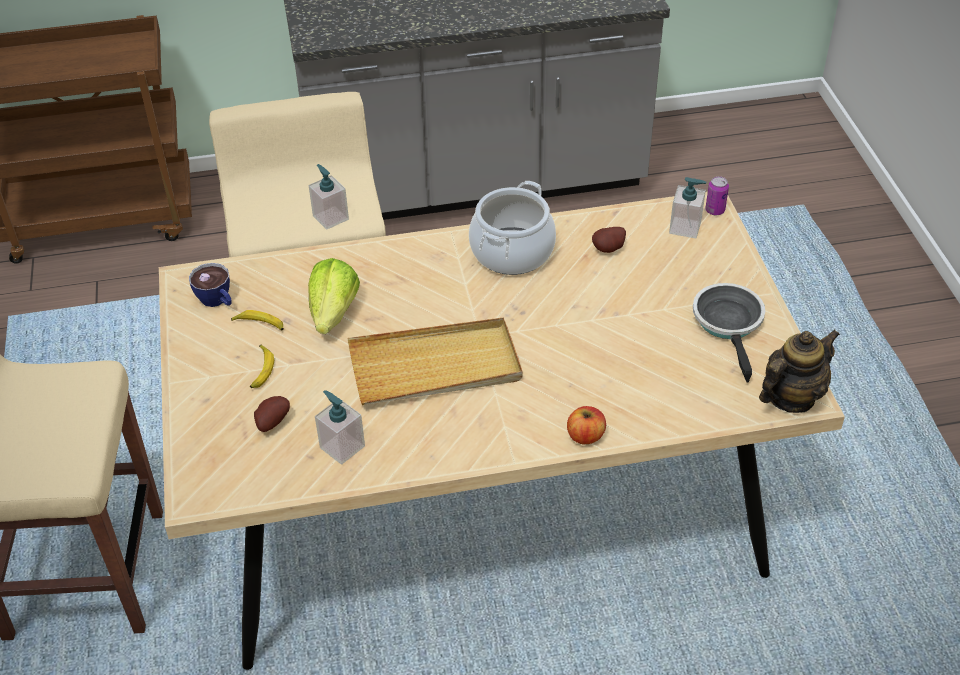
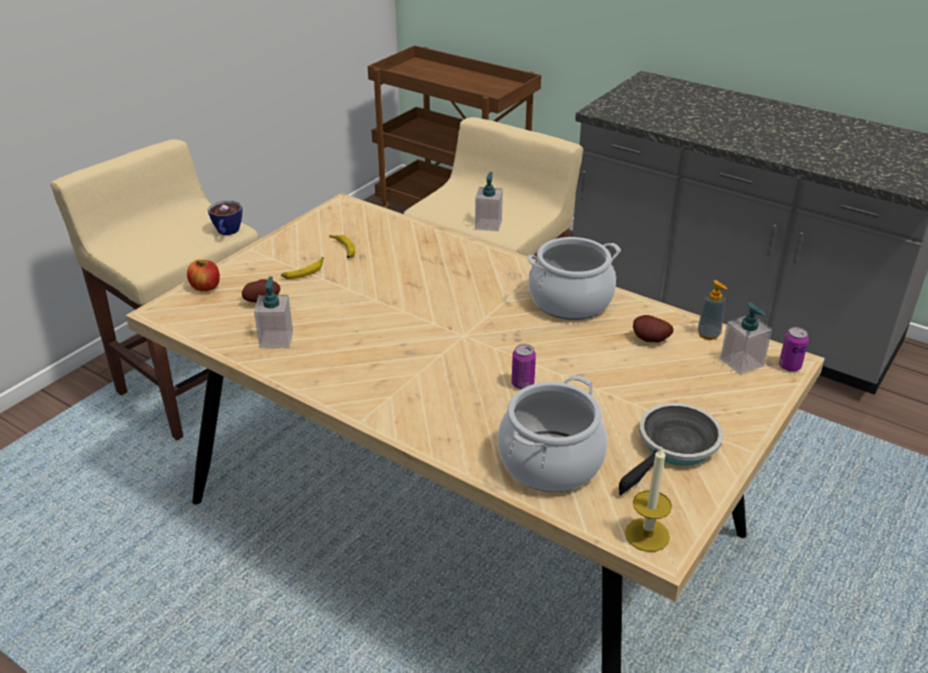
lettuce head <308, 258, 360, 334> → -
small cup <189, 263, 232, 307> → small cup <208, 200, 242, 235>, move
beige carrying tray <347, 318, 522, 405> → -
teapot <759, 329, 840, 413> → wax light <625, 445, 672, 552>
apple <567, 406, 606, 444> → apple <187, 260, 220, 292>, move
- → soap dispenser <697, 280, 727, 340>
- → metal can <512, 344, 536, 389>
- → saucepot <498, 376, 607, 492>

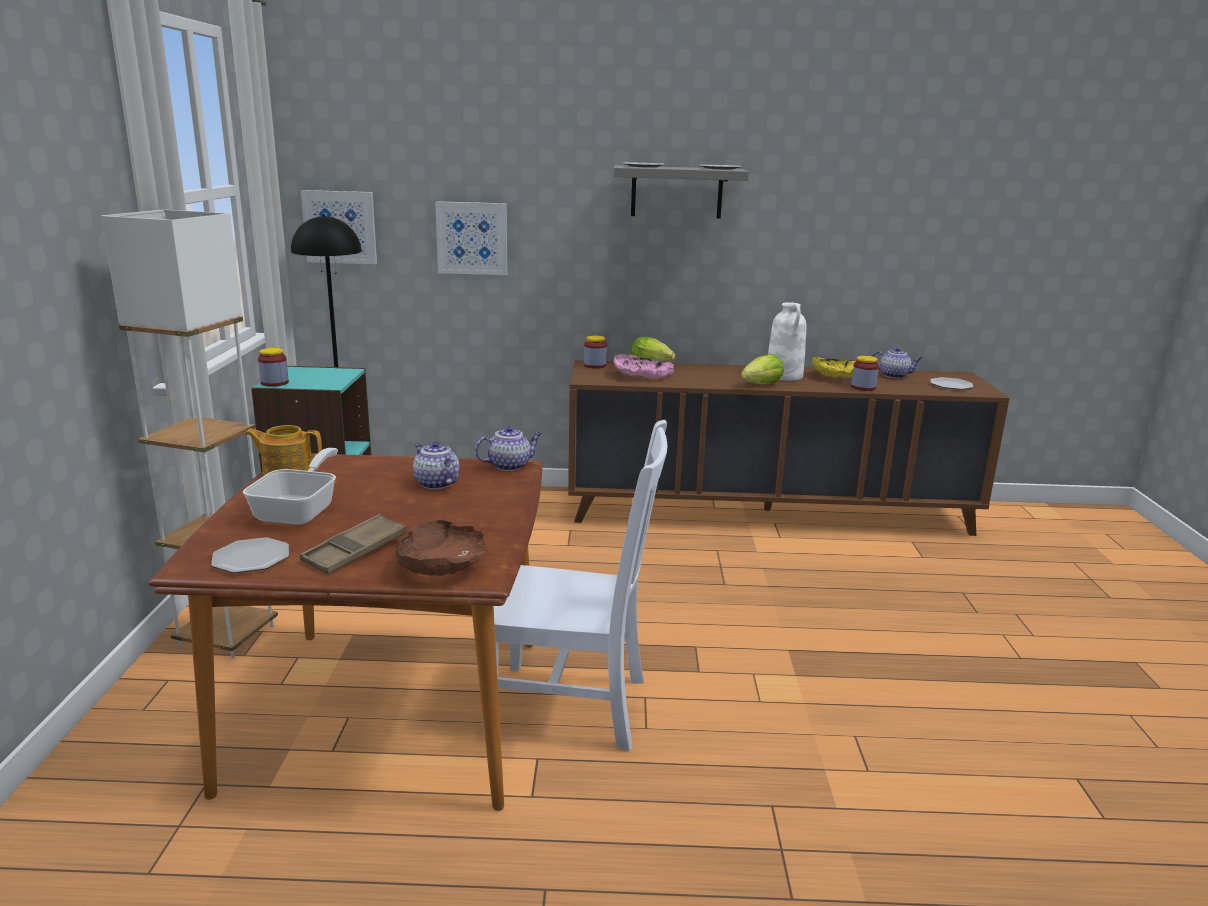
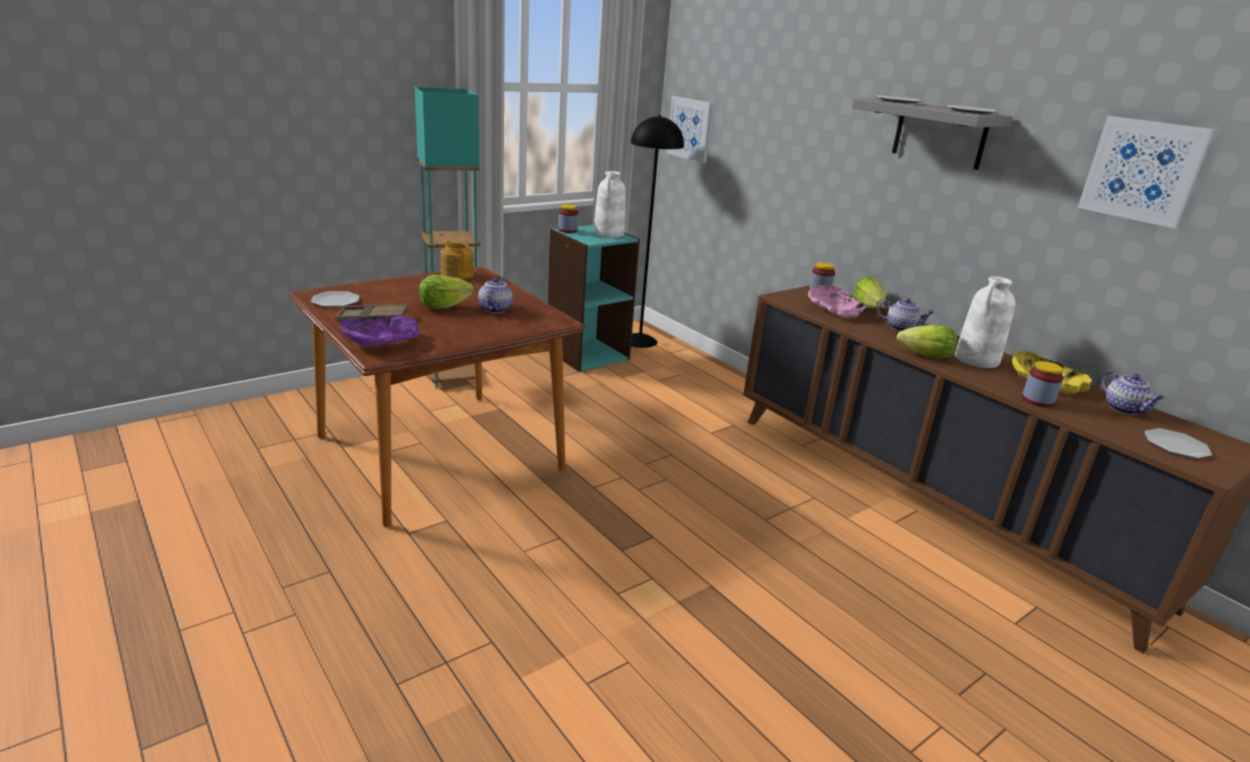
picture <435, 201, 507, 275> → picture <1078, 116, 1215, 229>, move
white standing lamp <101, 209, 278, 659> → blue-green standing lamp <415, 87, 480, 389>
white chair <483, 420, 668, 751> → -
teapot <475, 426, 542, 471> → teapot <877, 298, 934, 331>, move
frying pan <243, 448, 338, 525> → -
brownish serving bowl <394, 520, 488, 576> → purple-coloured serving bowl <340, 316, 420, 346>
- → white decorative vase <594, 171, 626, 238>
- → lettuce head <419, 275, 474, 309>

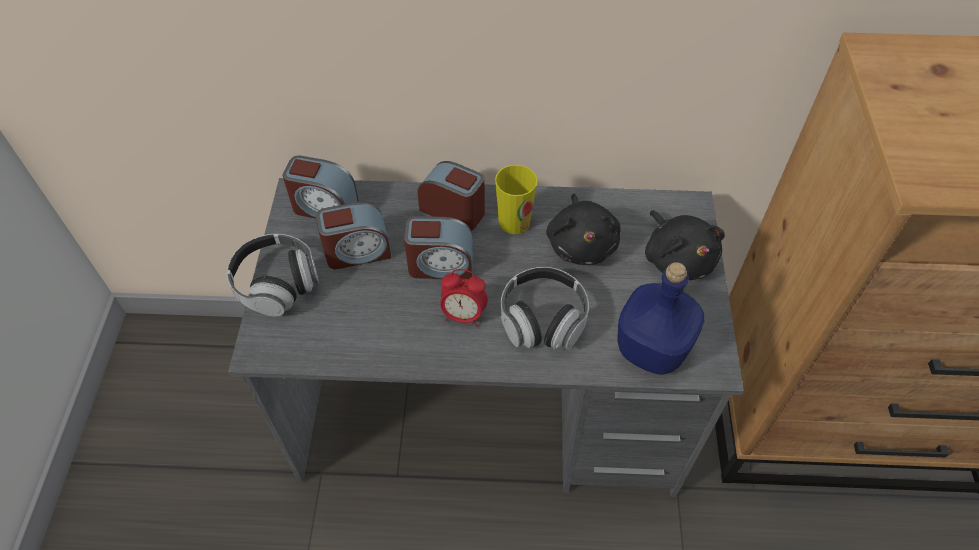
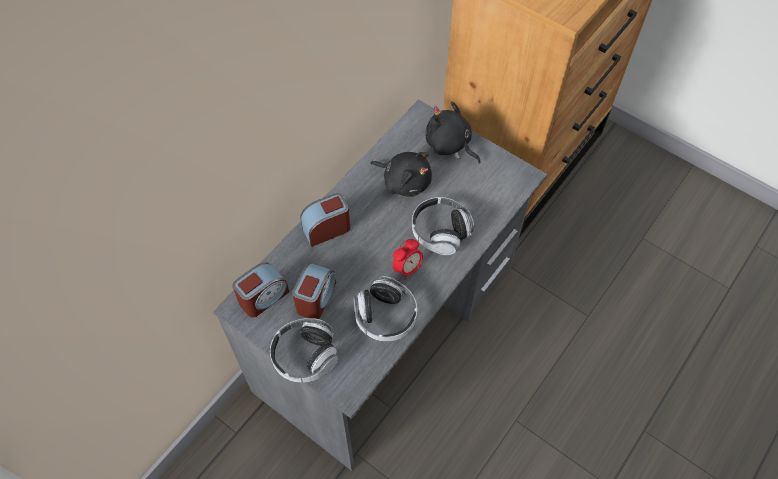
small cup <495, 165, 537, 234> → -
blackish soft toy <645, 210, 725, 280> → blackish soft toy <426, 101, 481, 163>, 150 degrees counterclockwise
bedside clock <404, 216, 473, 279> → -
bluish beverage bottle <617, 262, 705, 375> → -
- → headset <353, 276, 417, 342>

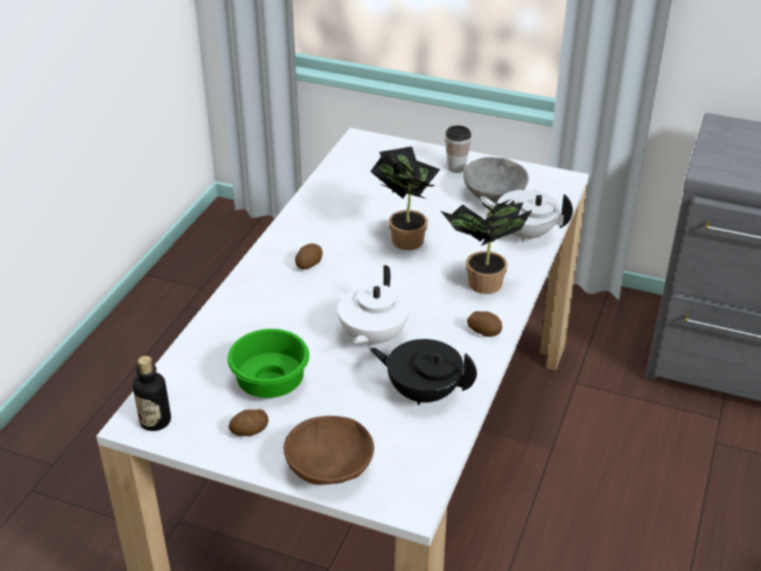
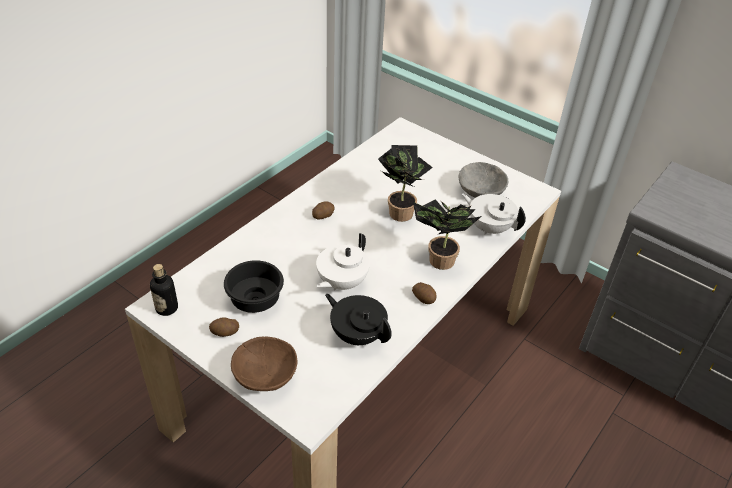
small cup <445, 125, 471, 173> → -
green serving bowl <228, 329, 309, 398> → blackish serving bowl <224, 260, 284, 313>

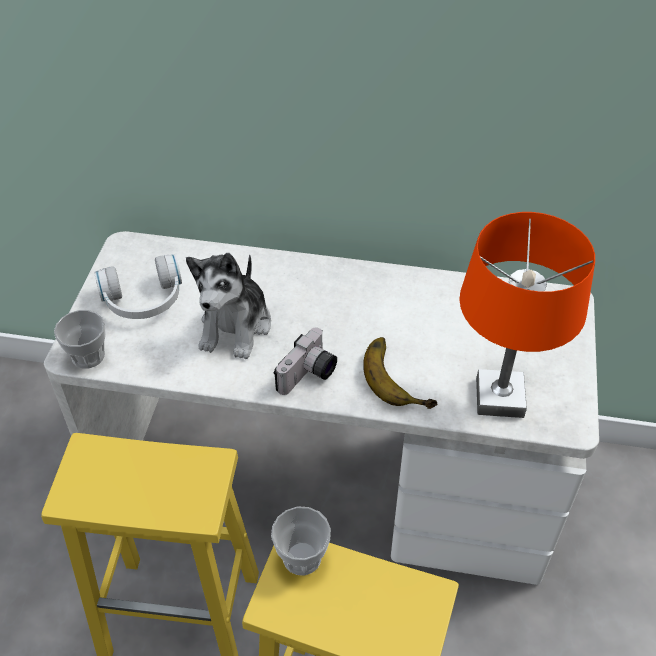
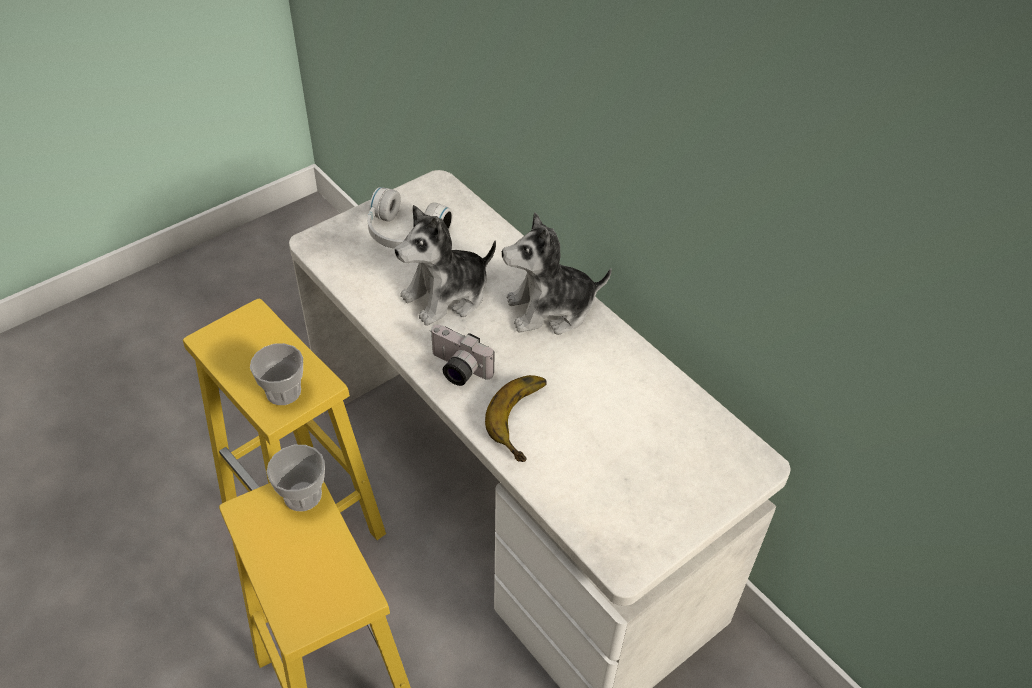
orange lamp for a table <459, 212, 595, 418> → -
small cup <54, 310, 106, 369> → small cup <250, 343, 303, 405>, move
photo camera <274, 327, 337, 395> → photo camera <431, 324, 494, 386>, 45 degrees clockwise
- → soft toy <502, 213, 612, 335>

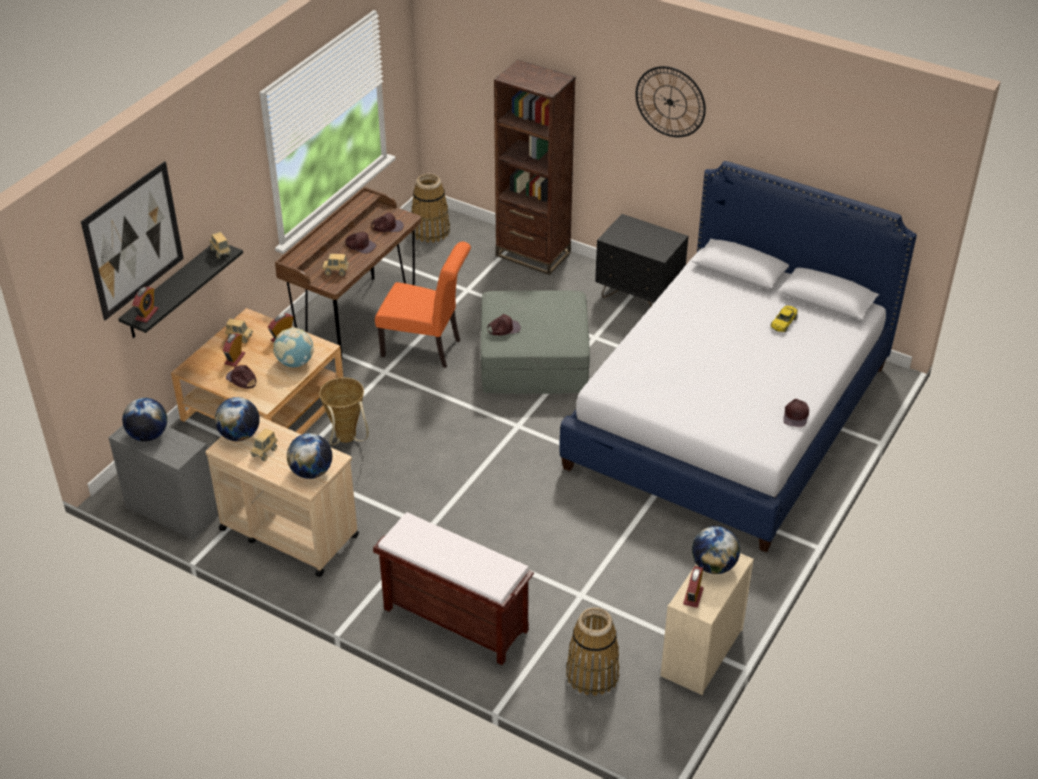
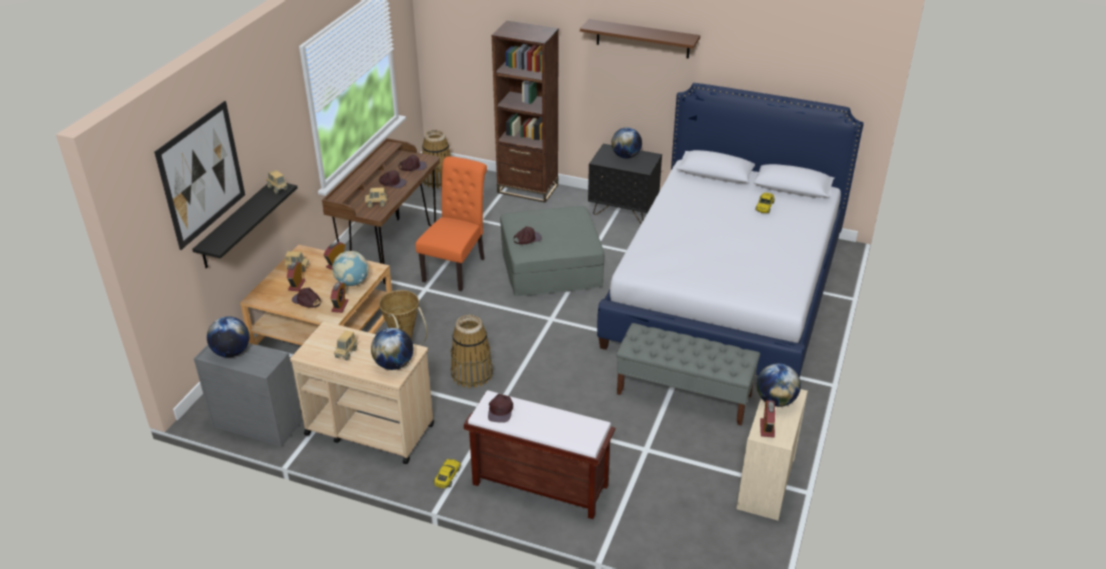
hanging clock <635, 66, 706, 137> → brownish bracket shelf <580, 19, 700, 59>
orange chair <375, 242, 471, 368> → orange chair <415, 156, 487, 291>, 75 degrees counterclockwise
bedside clock <132, 287, 158, 323> → bedside clock <330, 282, 349, 313>, move
desk globe <215, 397, 260, 441> → desk globe <611, 127, 642, 159>, move
brownish baseball cap <783, 399, 809, 427> → brownish baseball cap <488, 394, 513, 423>, move
basket <566, 607, 620, 696> → basket <451, 315, 493, 388>, move
- → greyish indoor bench <616, 323, 760, 426>
- → yellow-coloured toy car <434, 459, 461, 488>

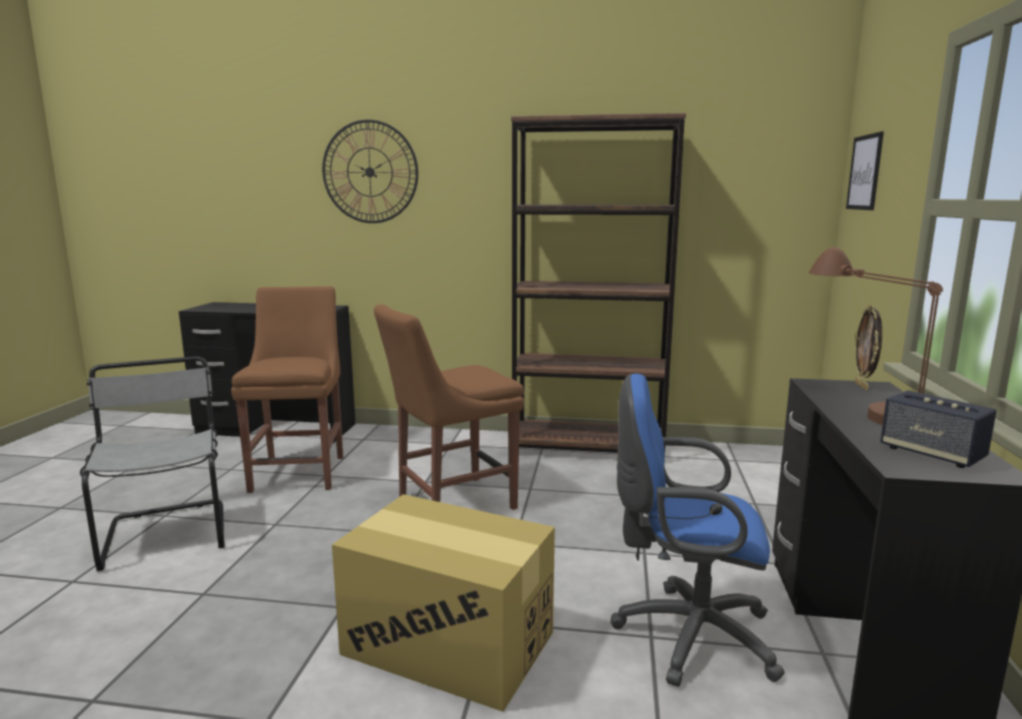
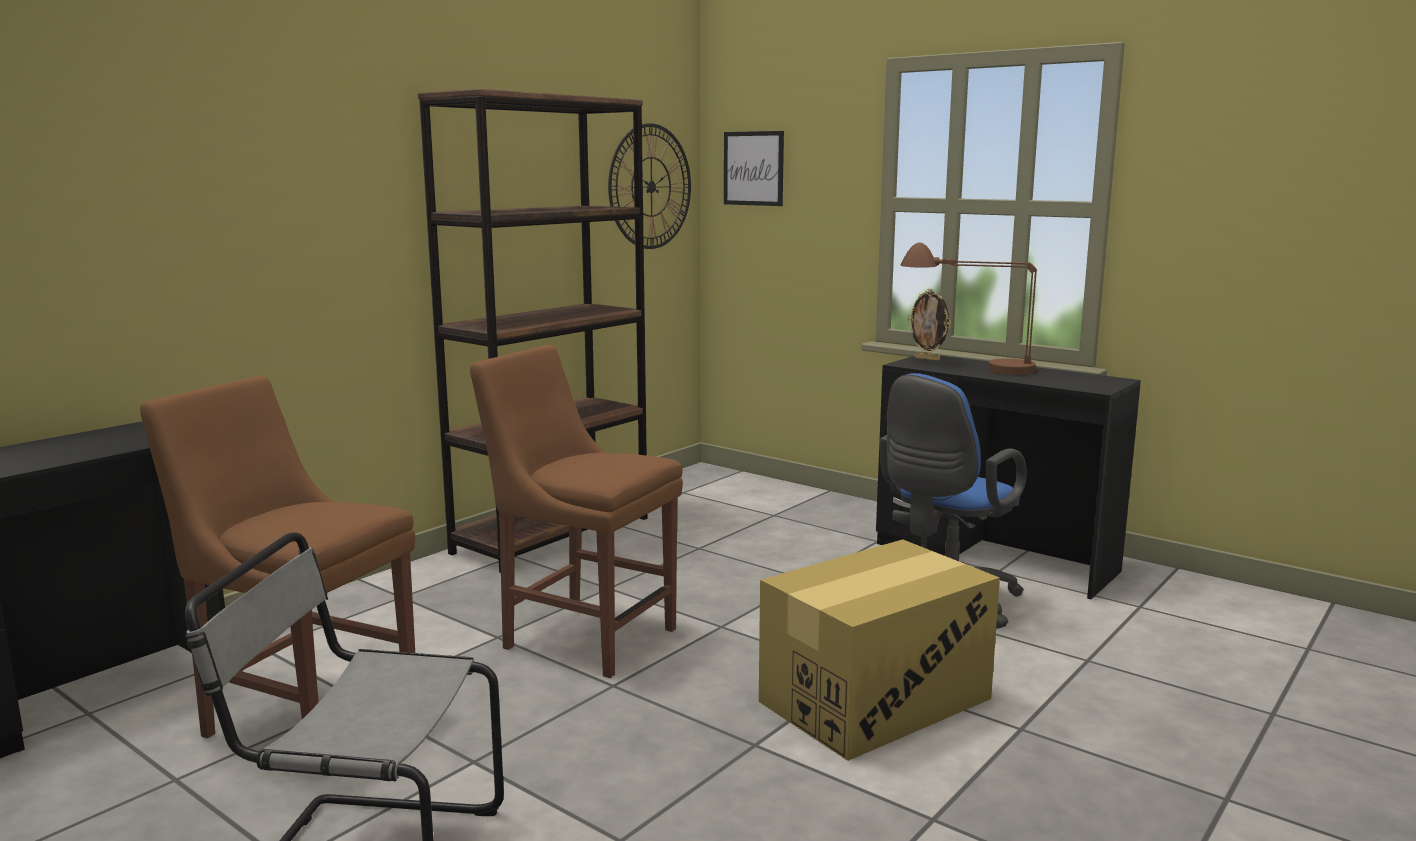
hanging clock <322, 120, 418, 223> → hanging clock <608, 123, 691, 249>, move
brownish chair <374, 304, 524, 510> → brownish chair <470, 345, 683, 678>, 120 degrees clockwise
speaker <880, 390, 997, 468> → -

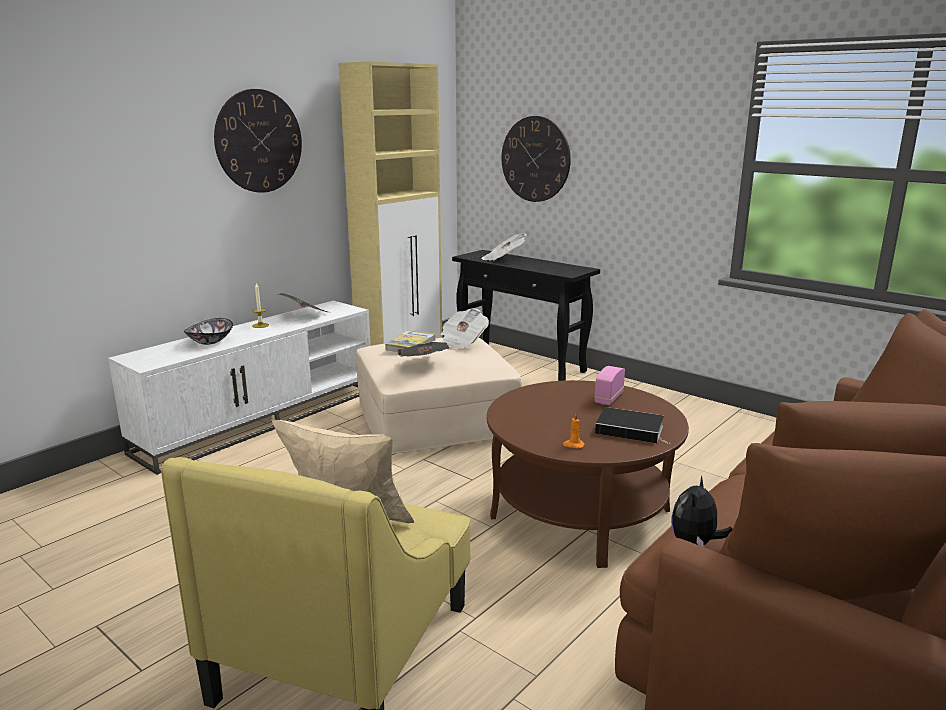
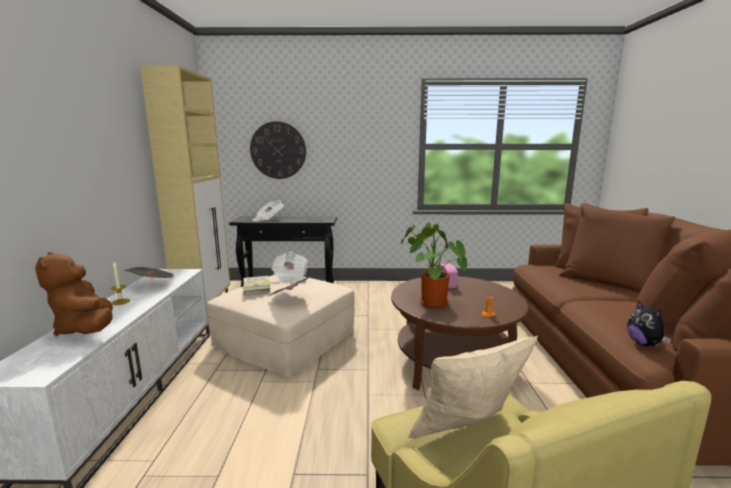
hanging clock <214, 89, 302, 193> → -
serving bowl <184, 318, 233, 345> → brownish soft toy <35, 252, 113, 336>
bound book <595, 407, 669, 444> → -
- → plant in a pot <401, 223, 467, 308>

